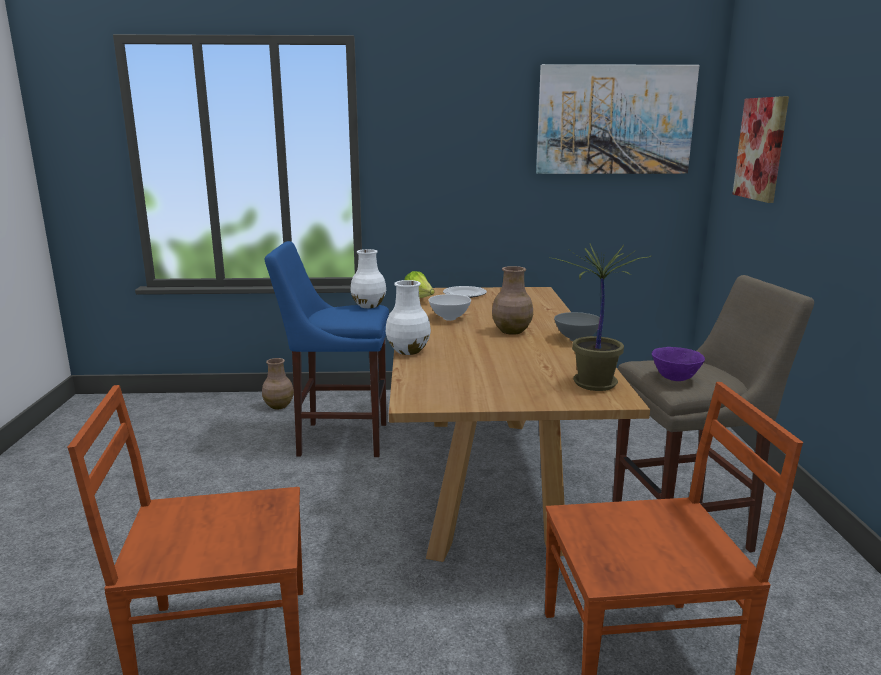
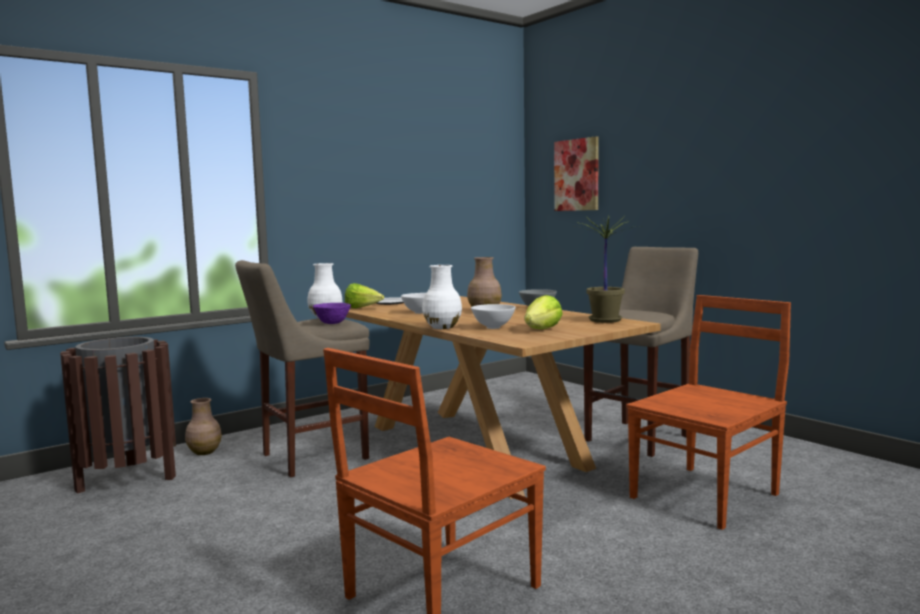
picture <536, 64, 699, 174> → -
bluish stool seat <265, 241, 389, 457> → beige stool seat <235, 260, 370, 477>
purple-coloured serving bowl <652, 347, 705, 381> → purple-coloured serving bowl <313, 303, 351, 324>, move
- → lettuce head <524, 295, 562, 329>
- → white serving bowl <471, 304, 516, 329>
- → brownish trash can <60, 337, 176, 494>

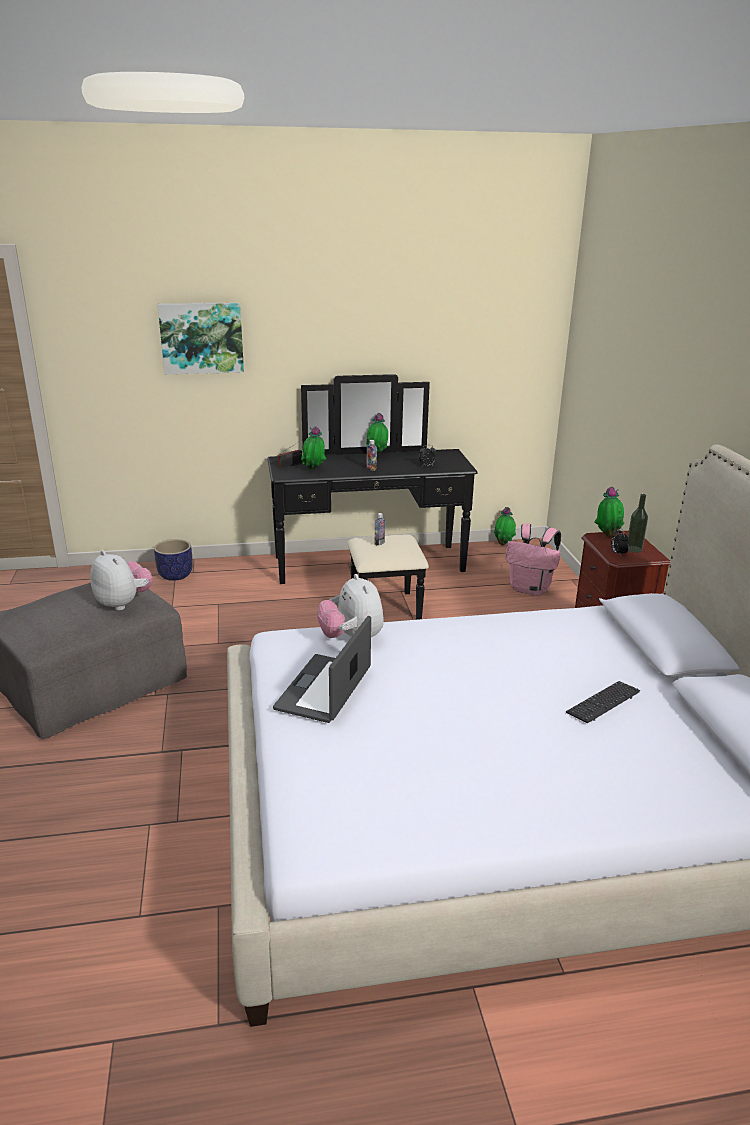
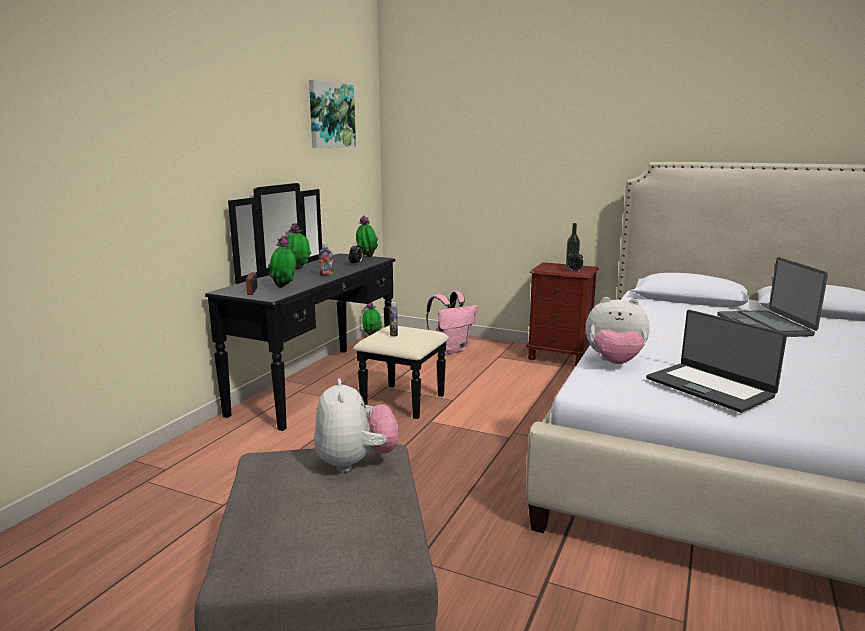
picture <158, 303, 244, 374> → picture <309, 80, 356, 148>, move
plant in a pot <595, 487, 624, 537> → plant in a pot <356, 215, 378, 257>, move
plant pot <154, 539, 193, 581> → -
soft toy <90, 550, 153, 611> → soft toy <314, 378, 399, 472>, 90 degrees clockwise
keyboard <566, 681, 640, 723> → notebook computer <717, 257, 828, 337>

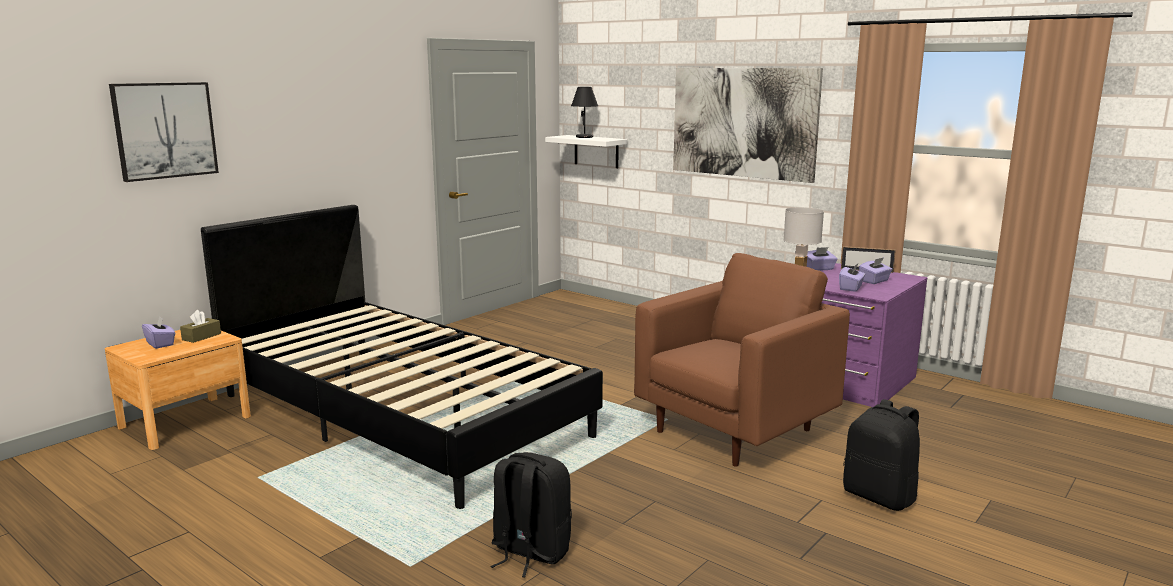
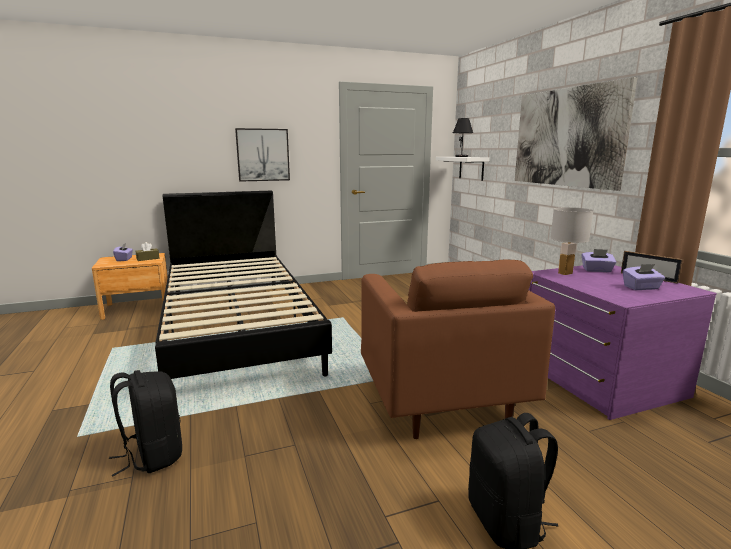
picture <109, 82, 219, 182> → picture <235, 128, 290, 182>, move
brownish armchair <634, 253, 850, 467> → brownish armchair <361, 260, 555, 439>, 90 degrees clockwise
purple-coloured tissue box <839, 263, 865, 292> → -

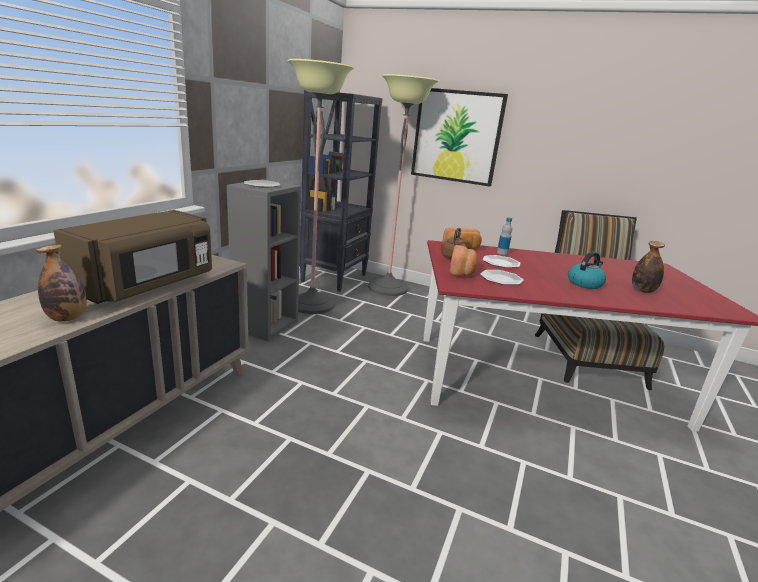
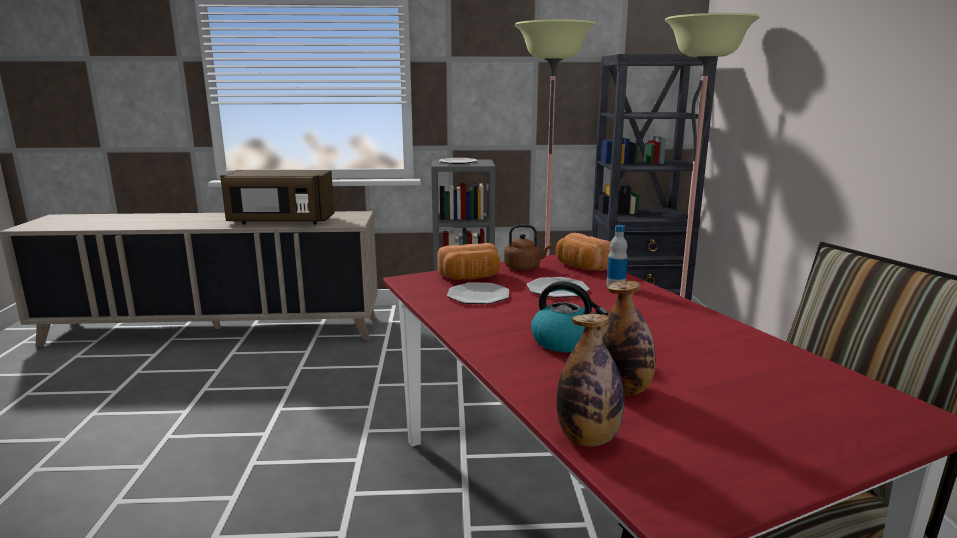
picture <411, 88, 508, 187> → -
beverage bottle <36, 244, 87, 322> → beverage bottle <557, 314, 624, 447>, move

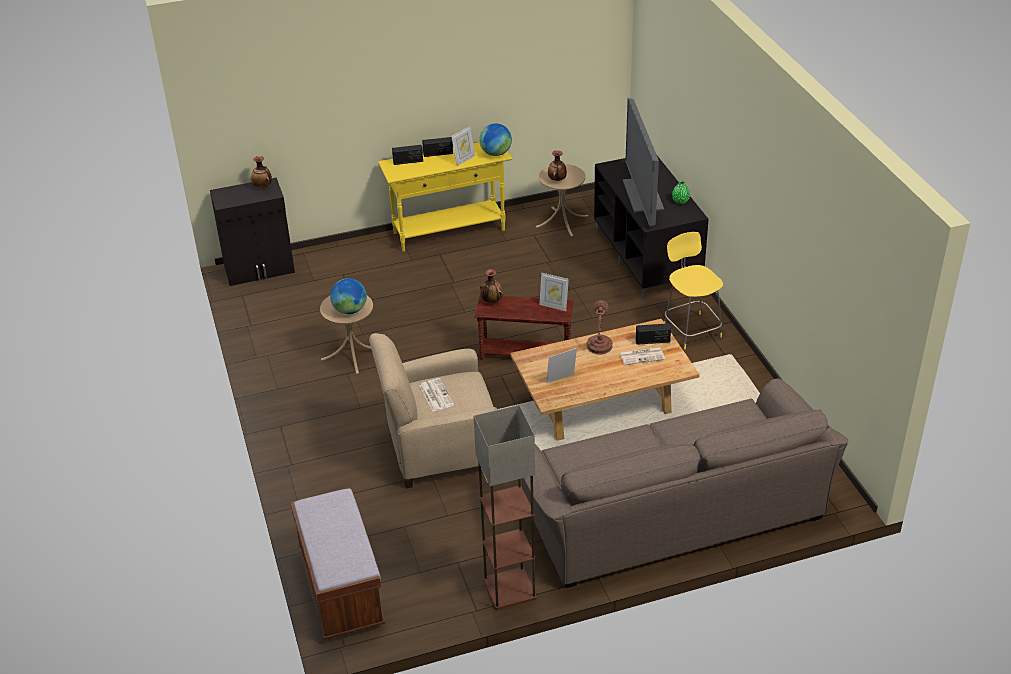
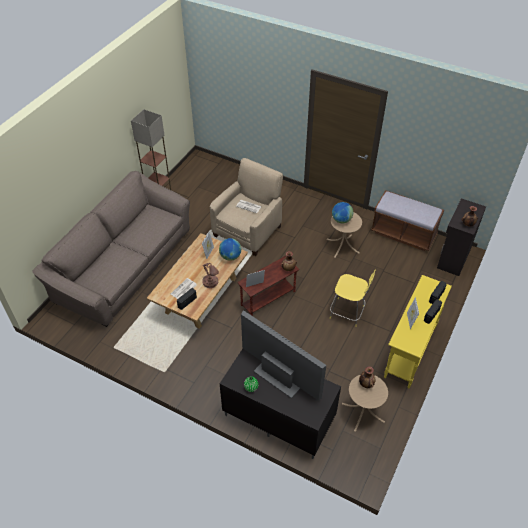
desk globe <479, 123, 512, 156> → desk globe <219, 238, 241, 261>, move
yellow-coloured stool seat <664, 232, 723, 349> → yellow-coloured stool seat <330, 270, 376, 327>, move
brownish indoor bench <290, 487, 385, 640> → brownish indoor bench <371, 190, 444, 251>, move

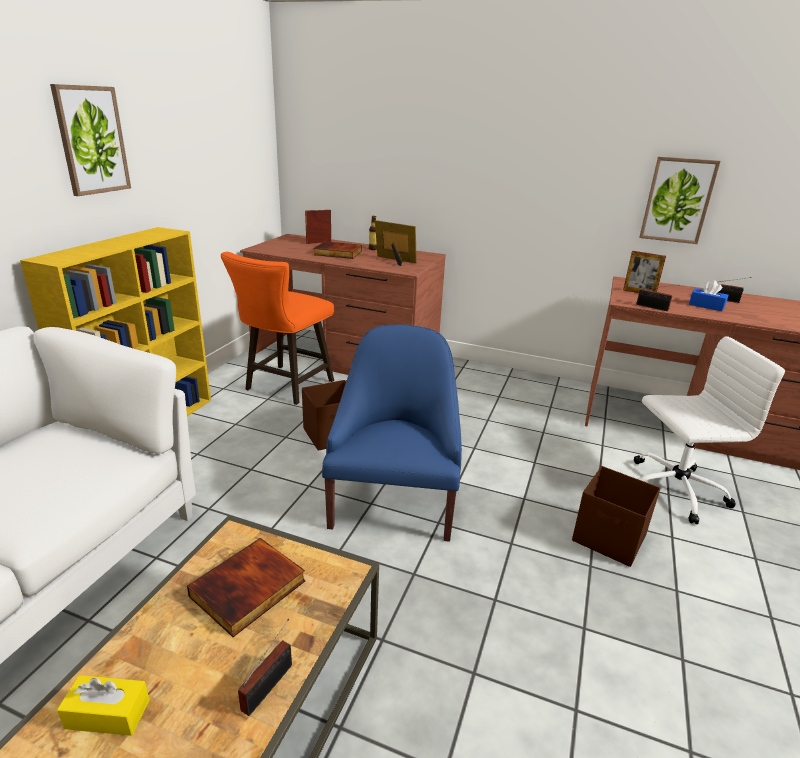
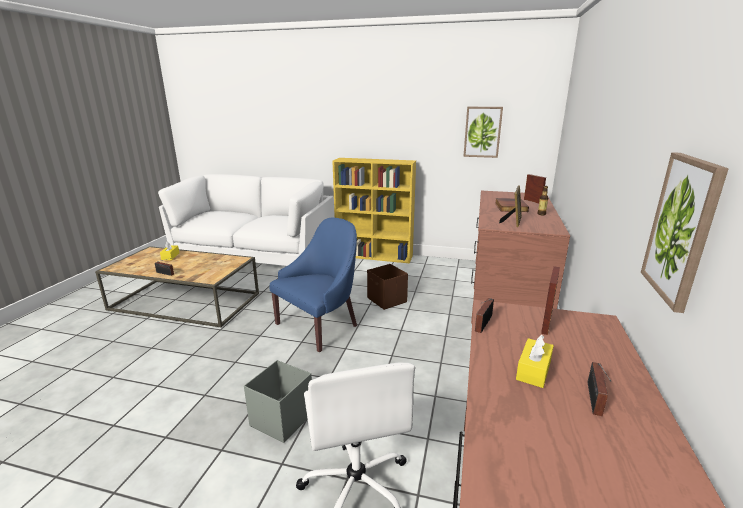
picture <50, 84, 131, 196> → picture <463, 107, 503, 158>, move
orange stool seat <221, 252, 334, 405> → -
bluish tissue box <689, 280, 728, 311> → yellow-coloured tissue box <516, 335, 554, 388>
bluish armchair <322, 325, 462, 542> → bluish armchair <269, 217, 357, 352>, 45 degrees counterclockwise
brownish storage container <572, 466, 661, 567> → greyish storage container <244, 360, 312, 443>
bound book <187, 538, 306, 637> → -

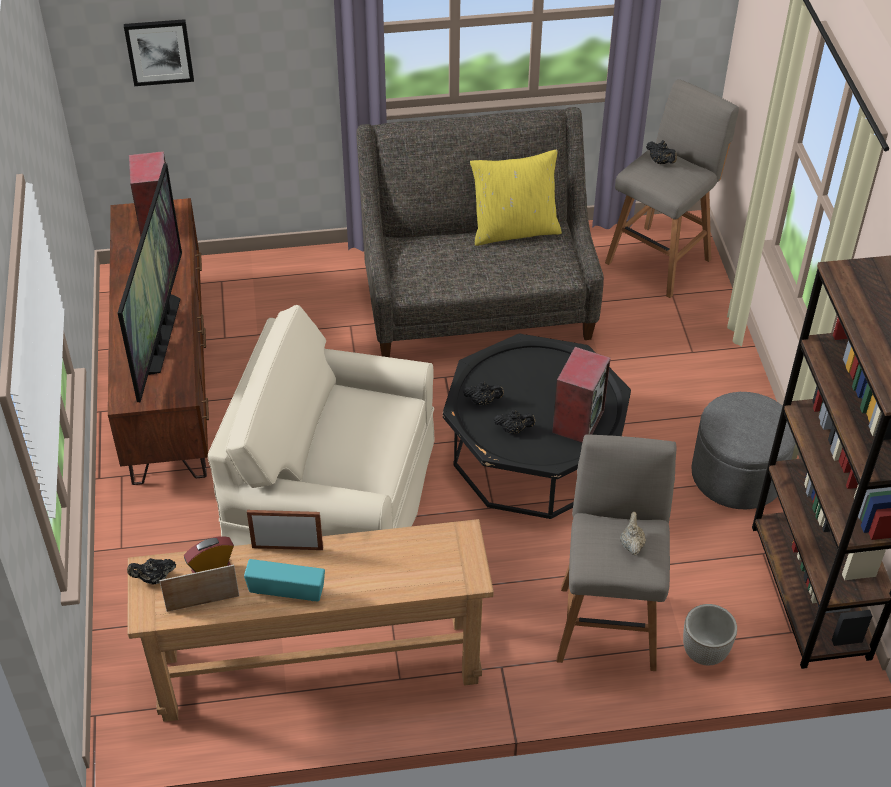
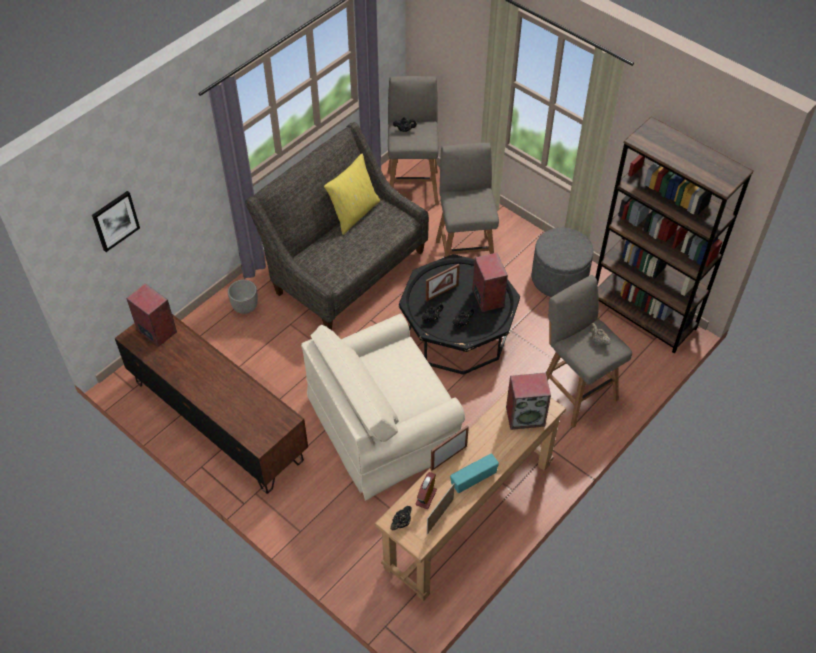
television <118, 163, 182, 402> → -
plant pot <683, 604, 737, 665> → plant pot <228, 280, 258, 314>, move
- → greyish stool seat <436, 143, 499, 257>
- → photo frame <426, 263, 460, 301>
- → speaker <506, 373, 551, 430>

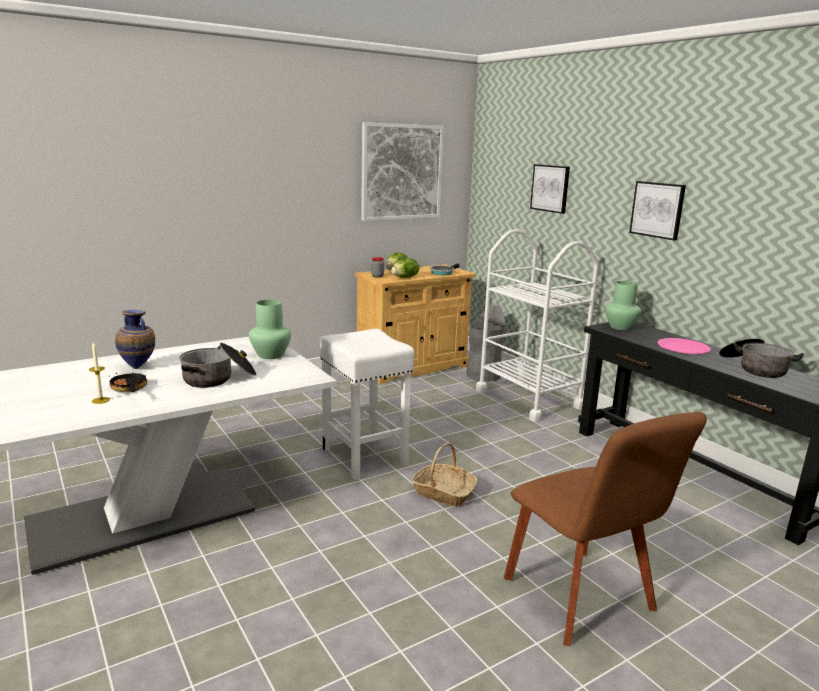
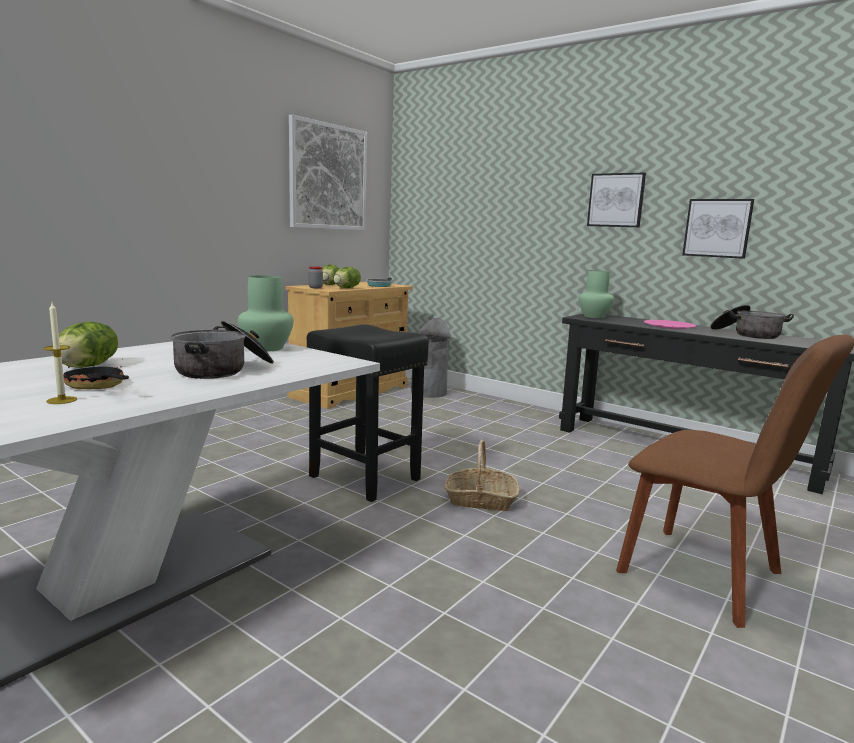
picture <530, 164, 570, 214> → picture <682, 199, 754, 259>, move
white wheeled cart <476, 229, 599, 422> → -
decorative vase <115, 310, 155, 369> → lettuce head <53, 321, 118, 368>
white stool seat <320, 329, 414, 480> → blackish stool seat <307, 324, 429, 502>

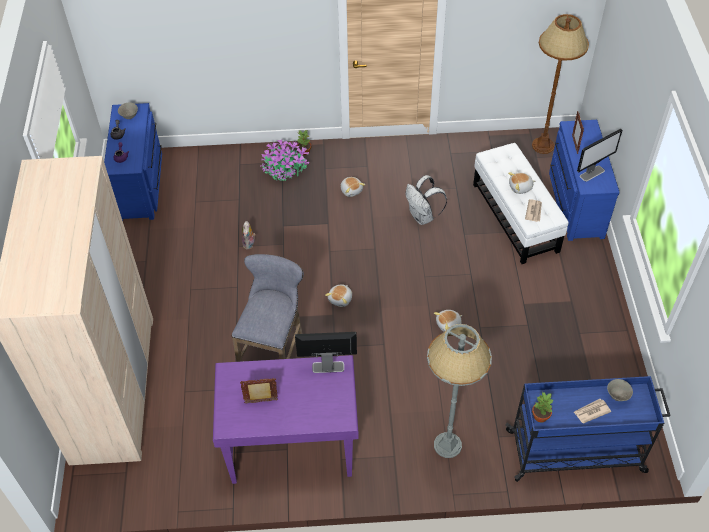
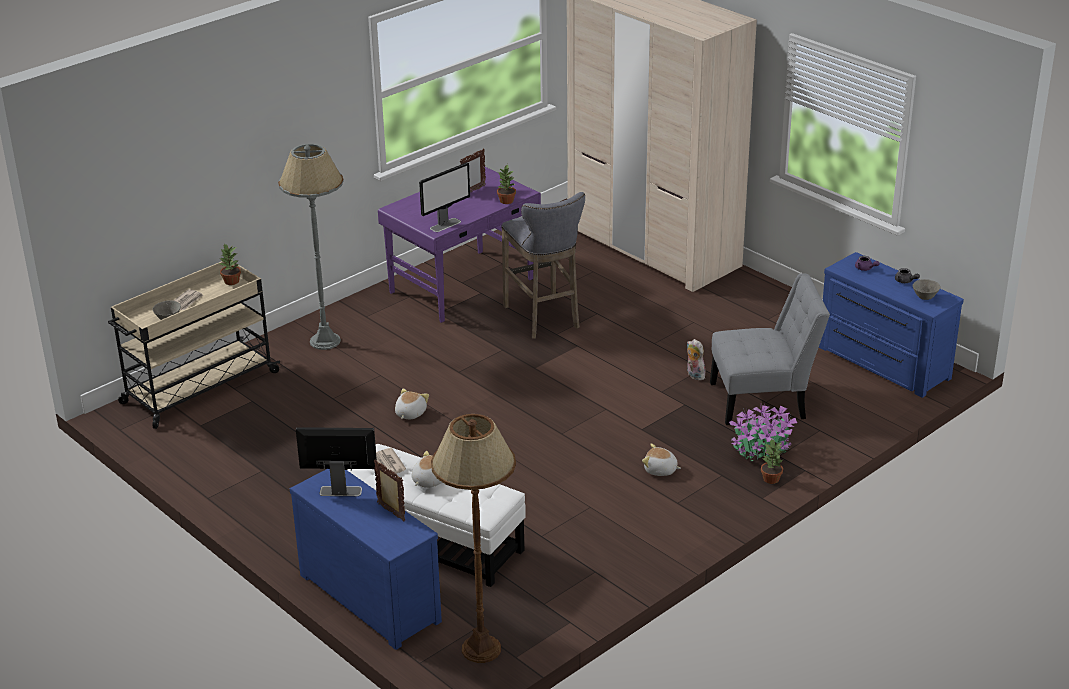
computer screen <577, 129, 622, 181> → computer screen <296, 427, 377, 496>, 75 degrees clockwise
white knapsack <406, 175, 447, 225> → -
soft toy <325, 284, 352, 307> → -
bluish wheeled cart <505, 376, 671, 482> → beige wheeled cart <108, 261, 280, 429>
- → plant in a pot <497, 164, 516, 204>
- → greyish chair <710, 274, 830, 425>

